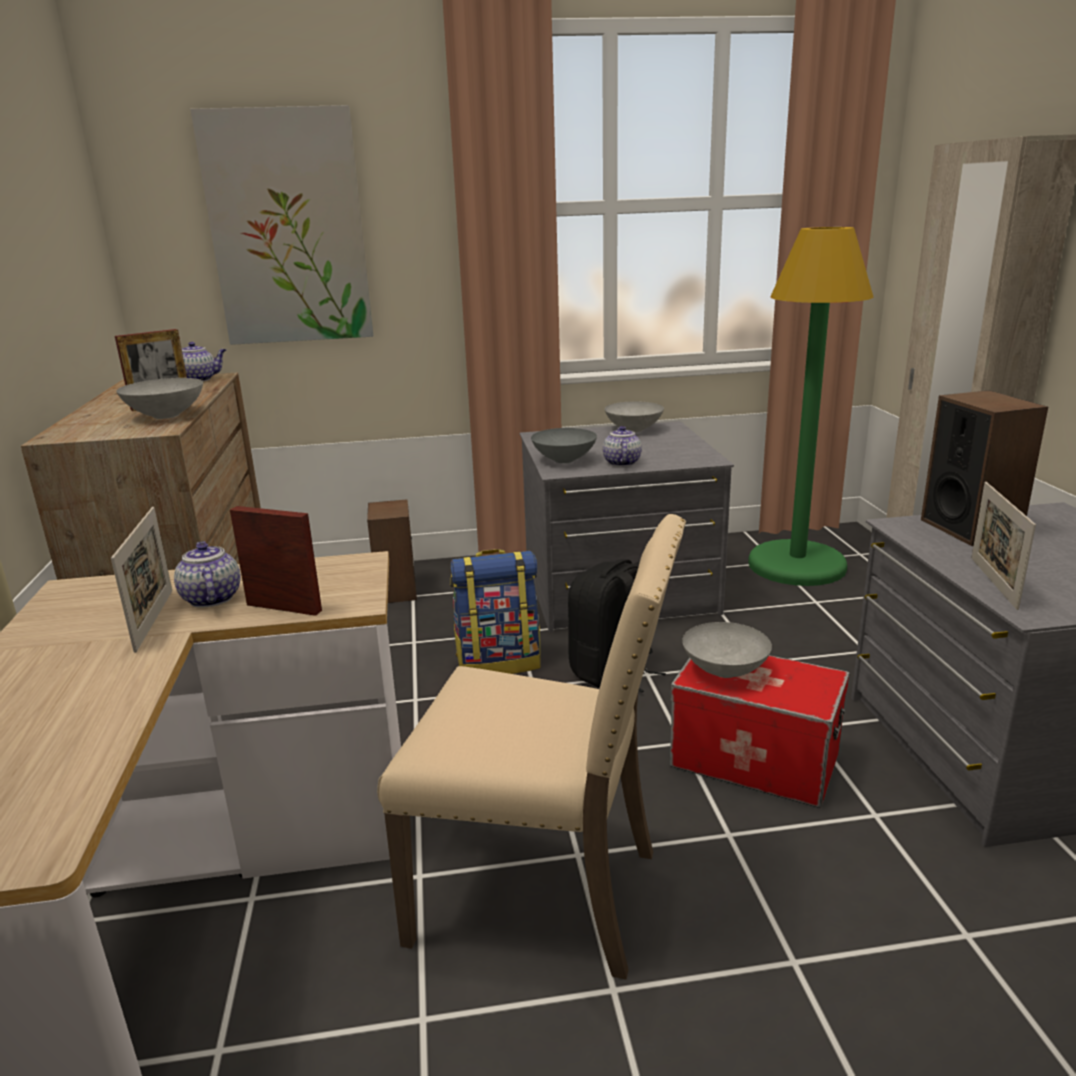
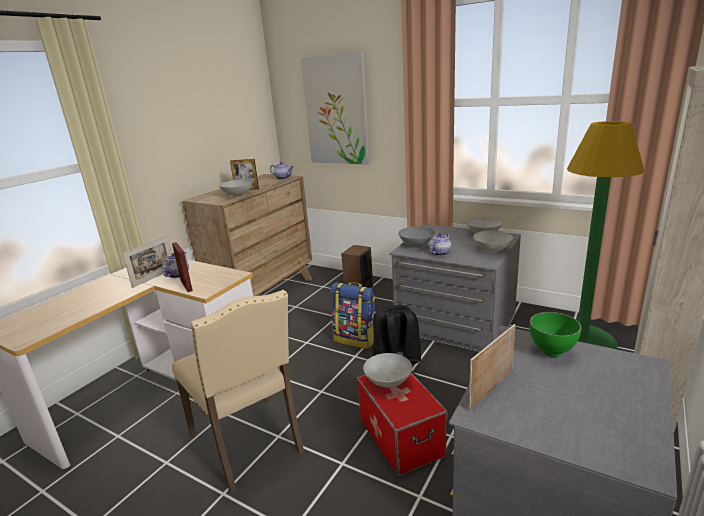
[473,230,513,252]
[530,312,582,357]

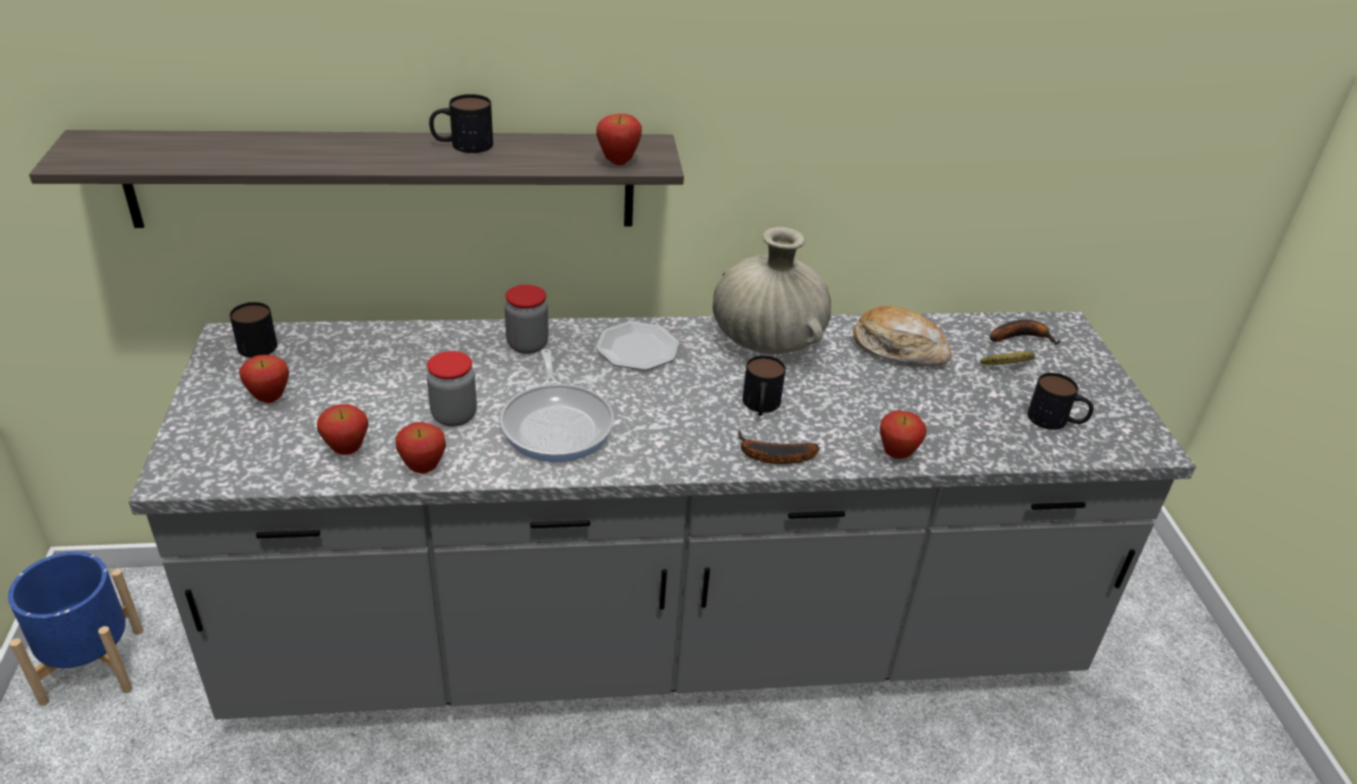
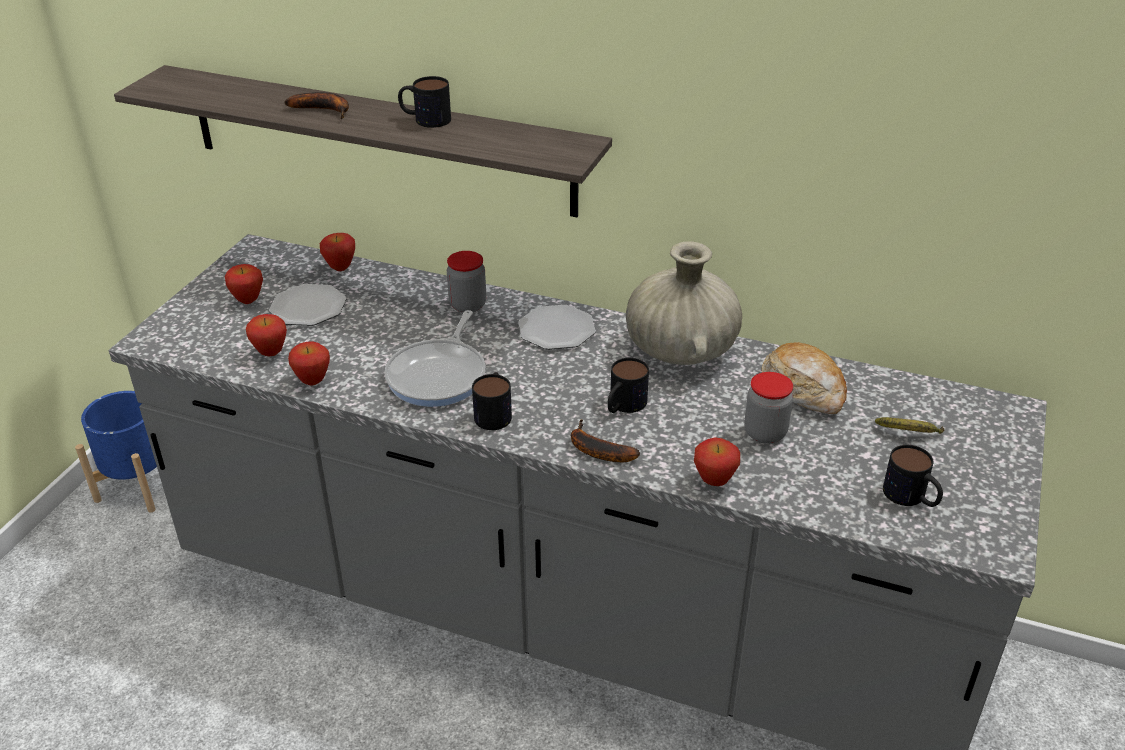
[269,284,347,326]
[472,372,512,430]
[744,372,793,444]
[320,233,355,271]
[284,92,349,119]

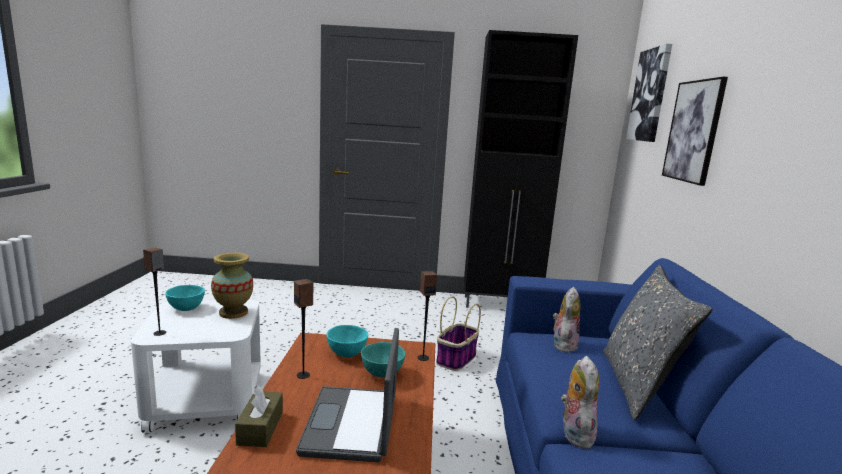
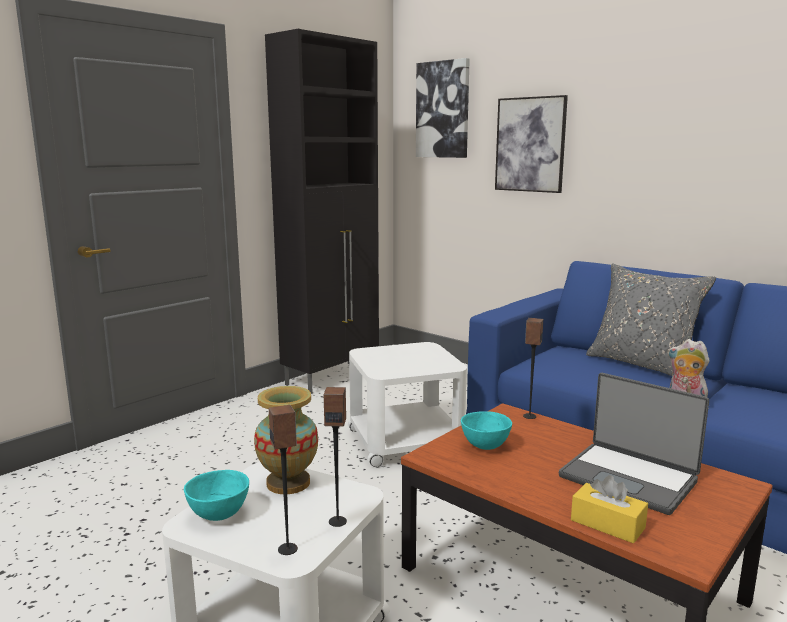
[361,342,406,377] (first image)
[553,287,580,352] (first image)
[324,387,347,527]
[348,342,467,467]
[571,475,648,543]

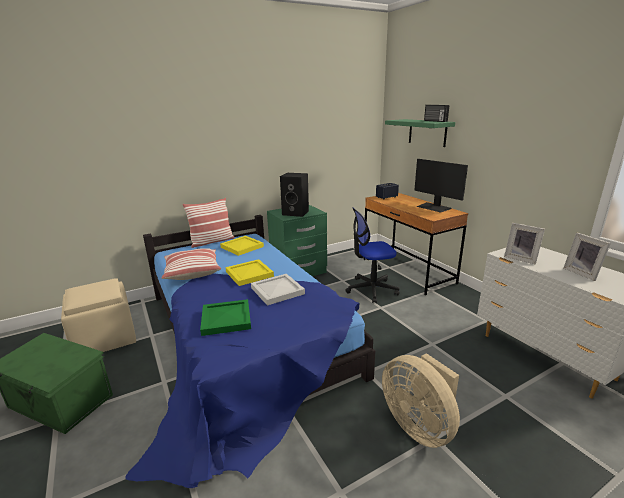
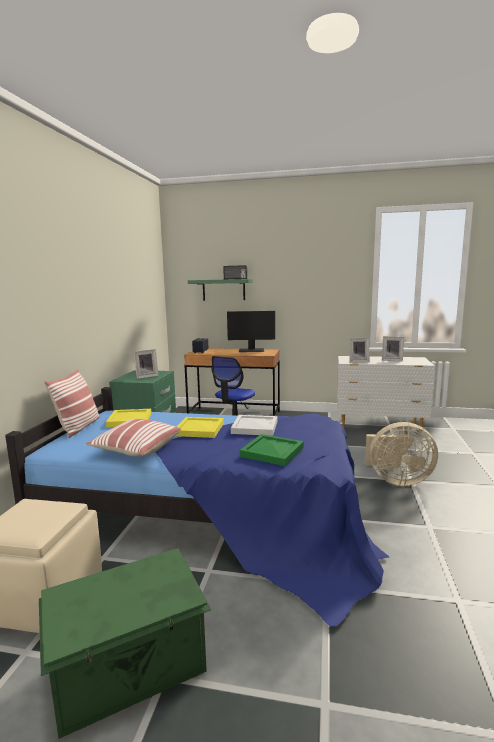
[134,349,159,379]

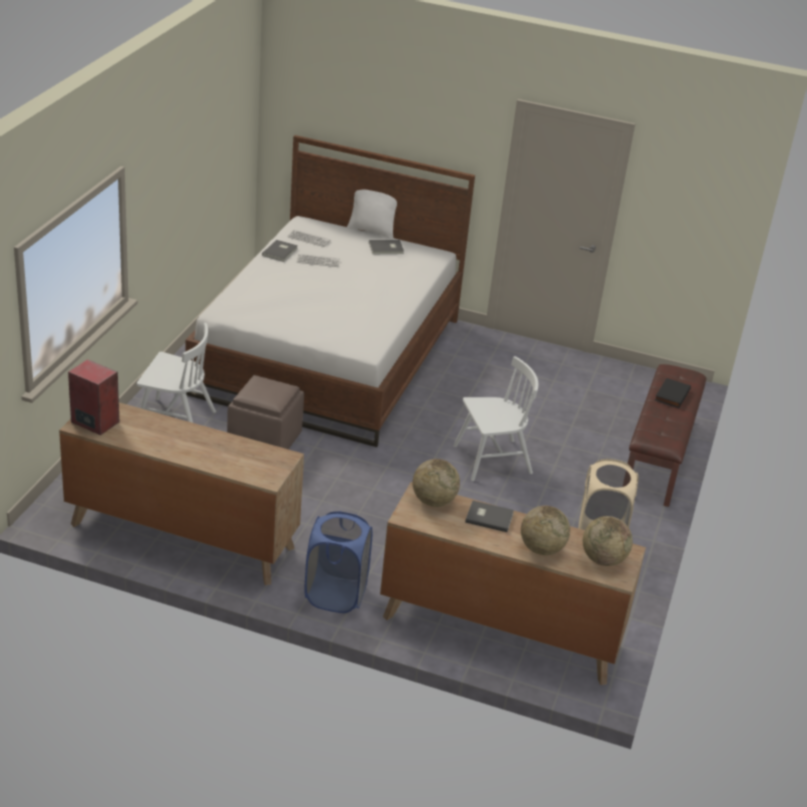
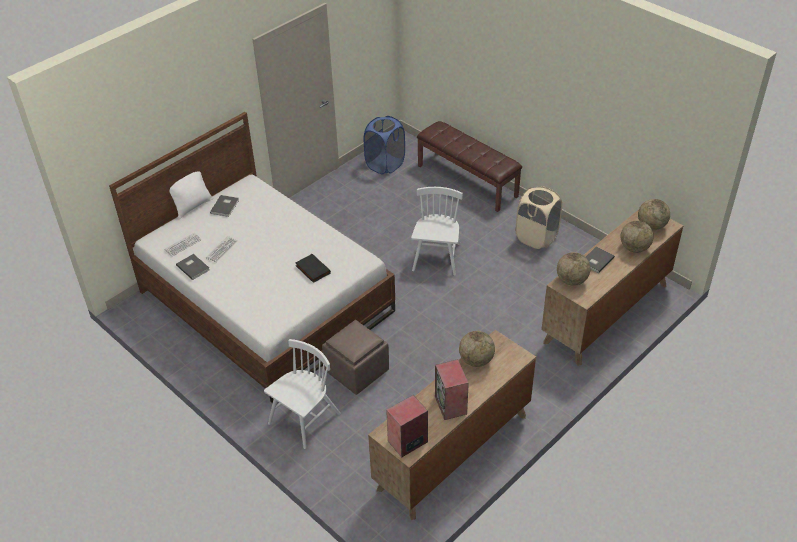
[435,359,469,420]
[459,331,495,367]
[364,116,405,175]
[296,254,331,283]

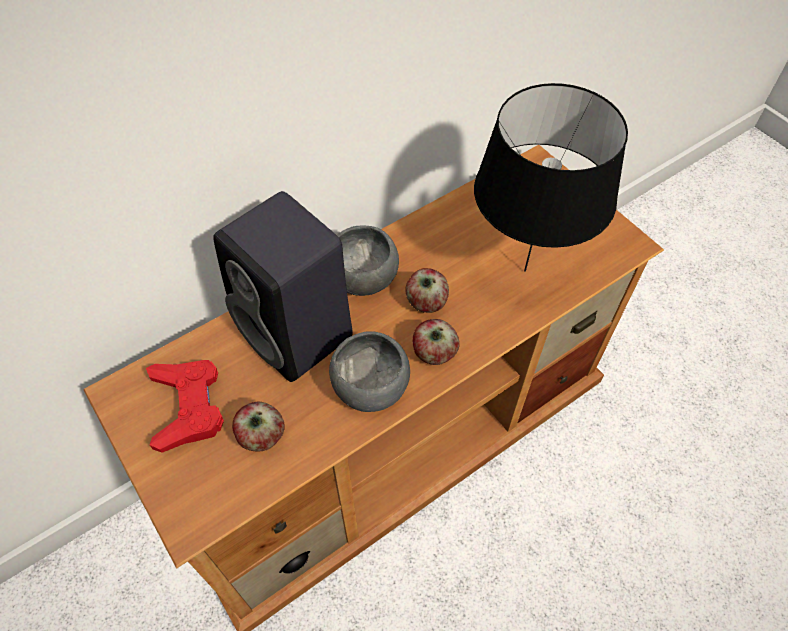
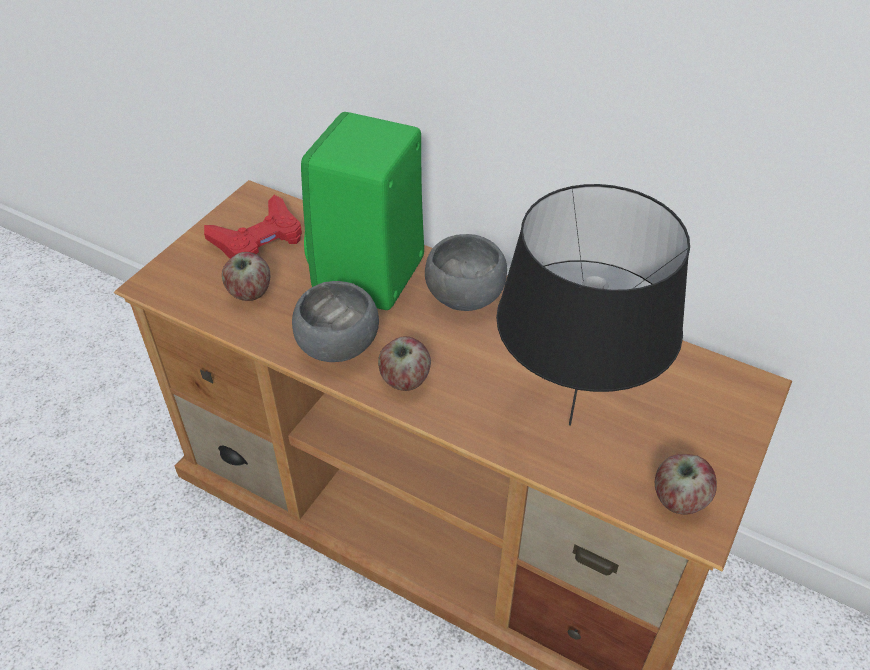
[655,454,717,515]
[301,112,424,310]

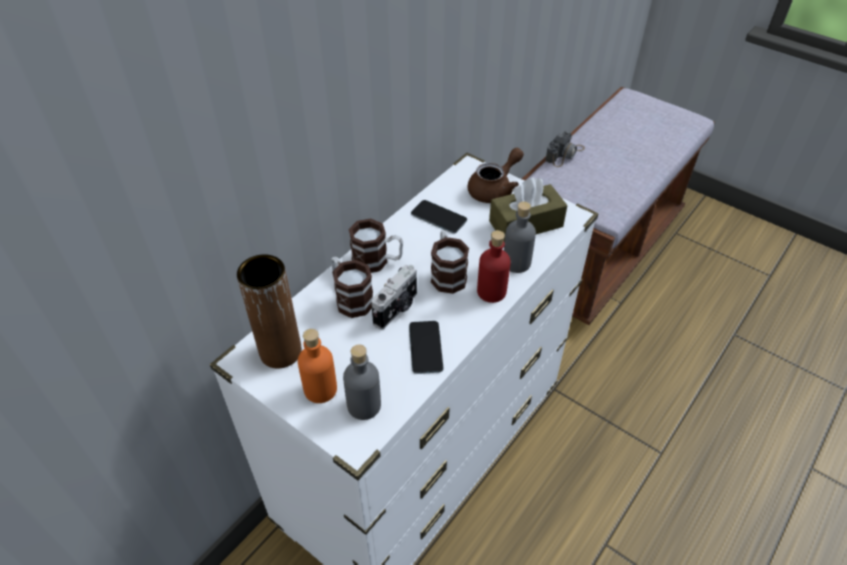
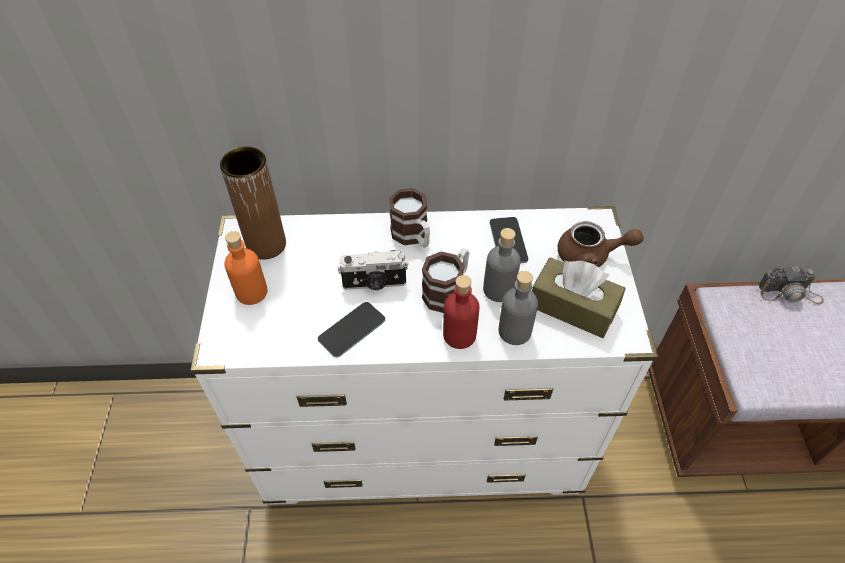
[331,257,373,318] (first image)
[483,228,521,302]

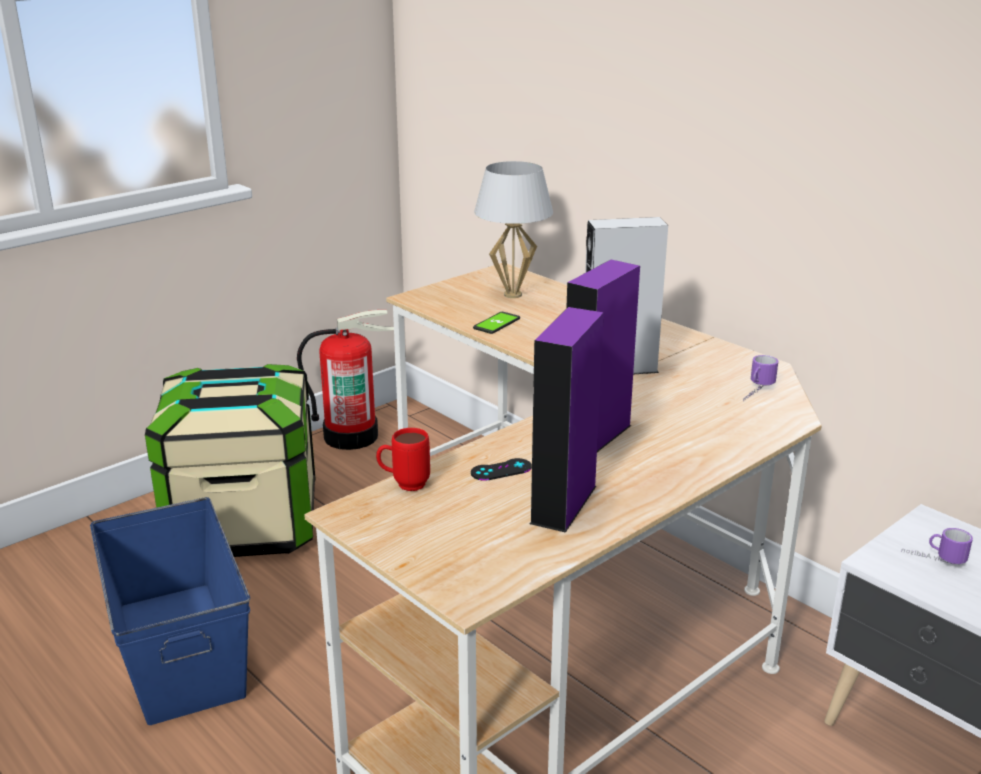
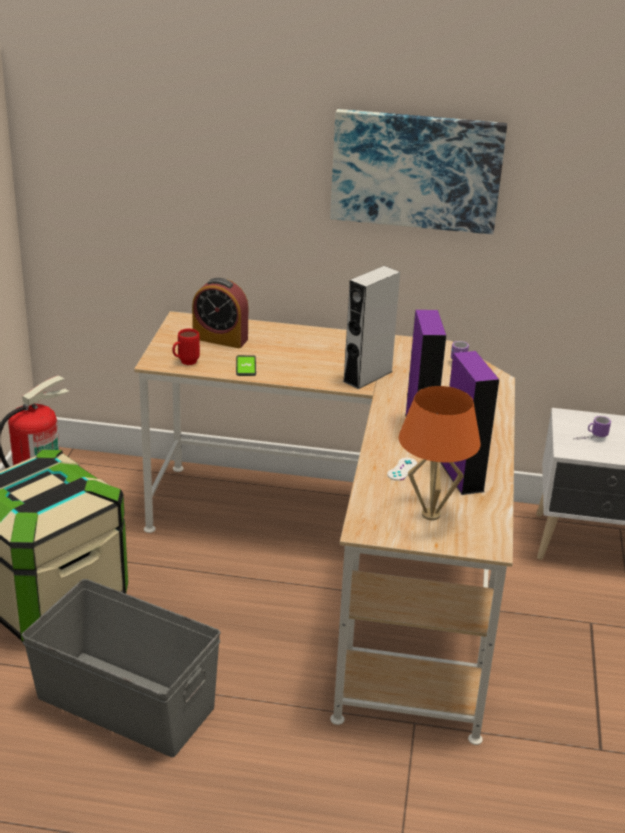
[330,109,507,235]
[399,386,481,520]
[172,329,200,365]
[192,278,248,348]
[22,579,221,757]
[387,458,417,481]

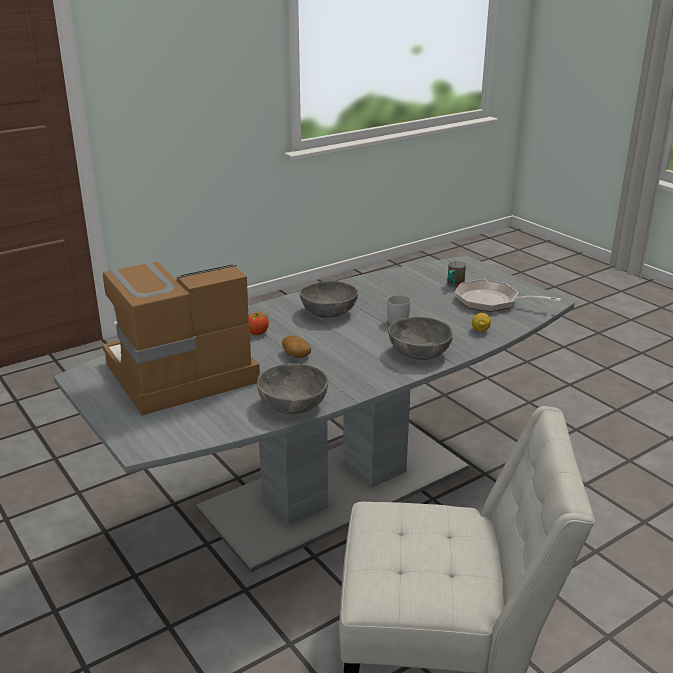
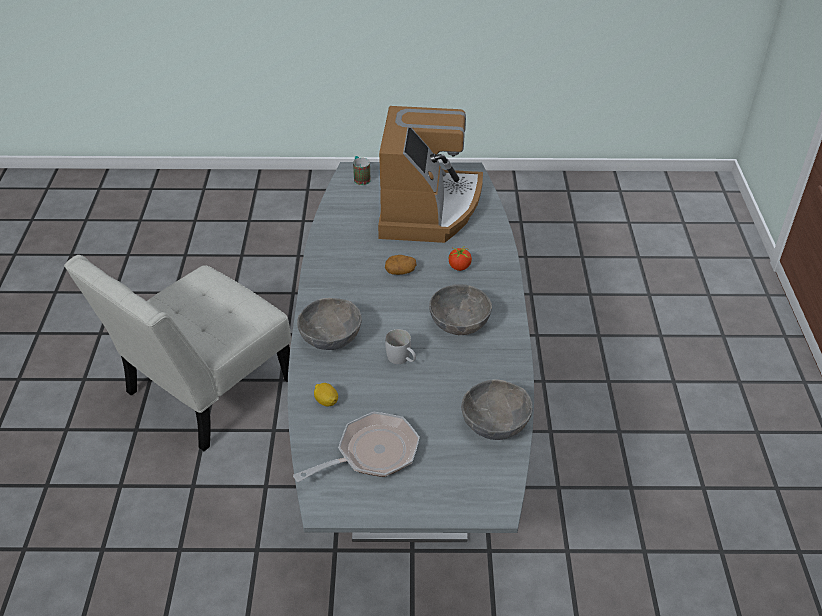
[461,379,533,440]
[353,156,371,185]

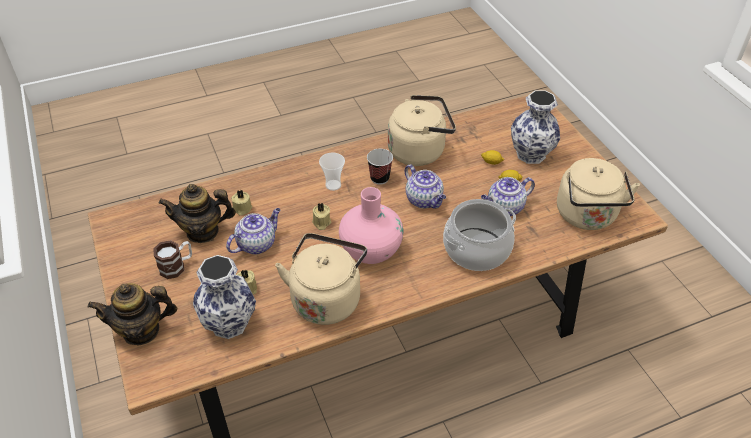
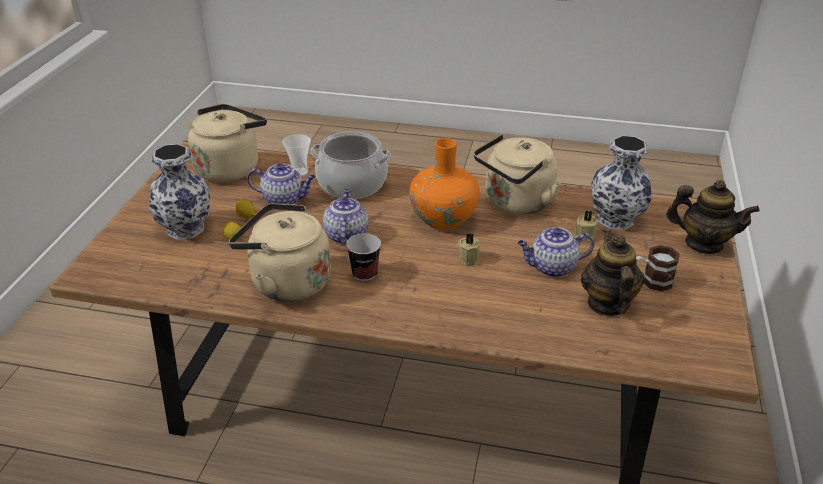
[231,190,252,216] (first image)
[283,134,311,177]
[409,138,480,229]
[581,230,644,316]

